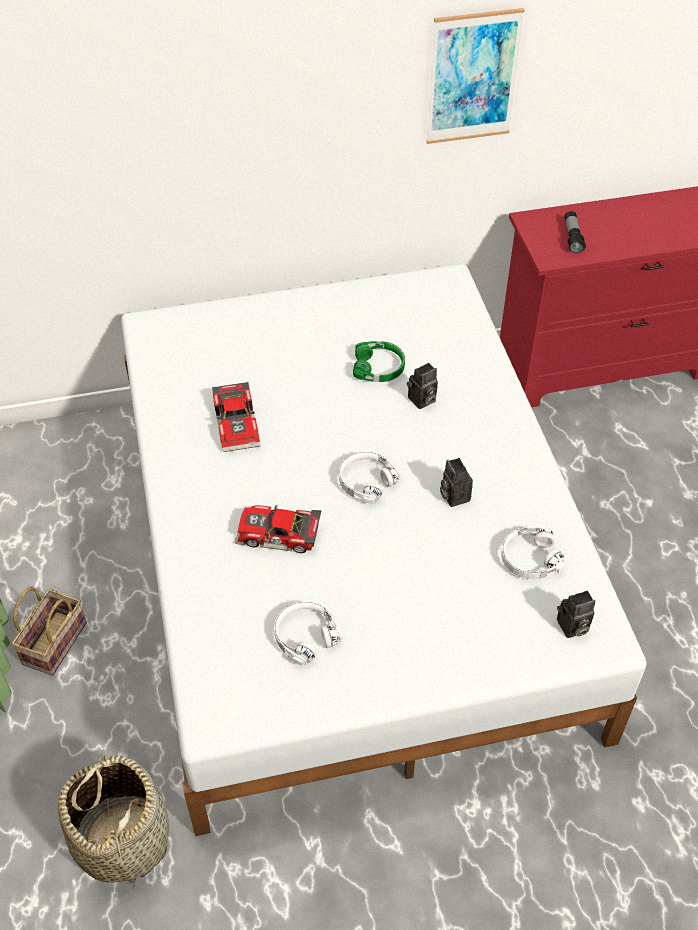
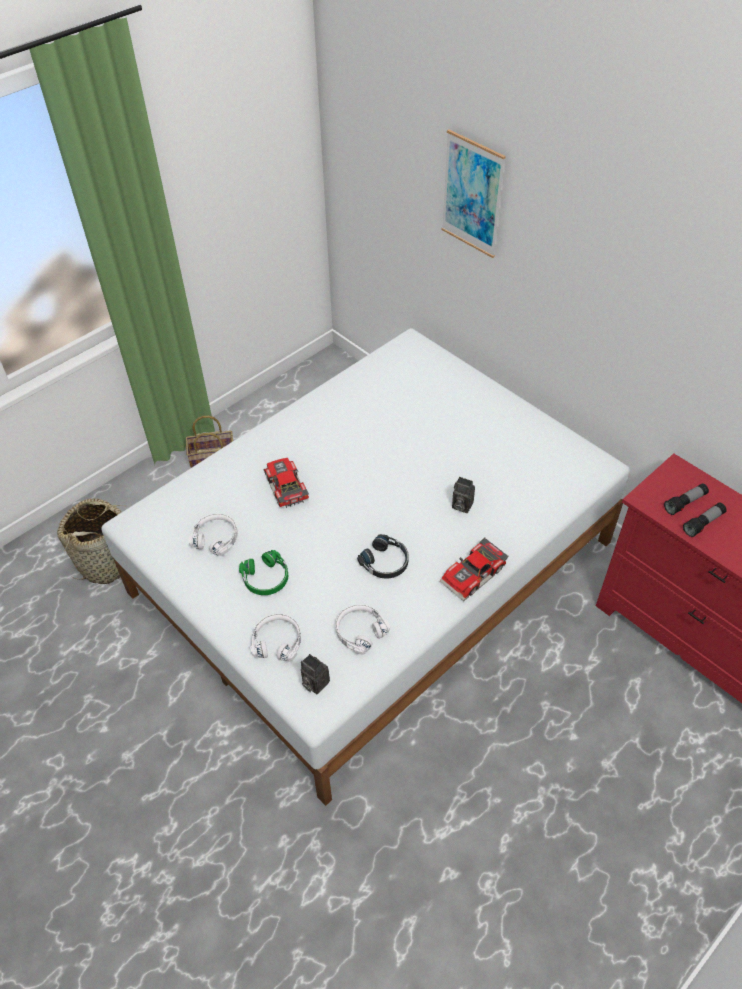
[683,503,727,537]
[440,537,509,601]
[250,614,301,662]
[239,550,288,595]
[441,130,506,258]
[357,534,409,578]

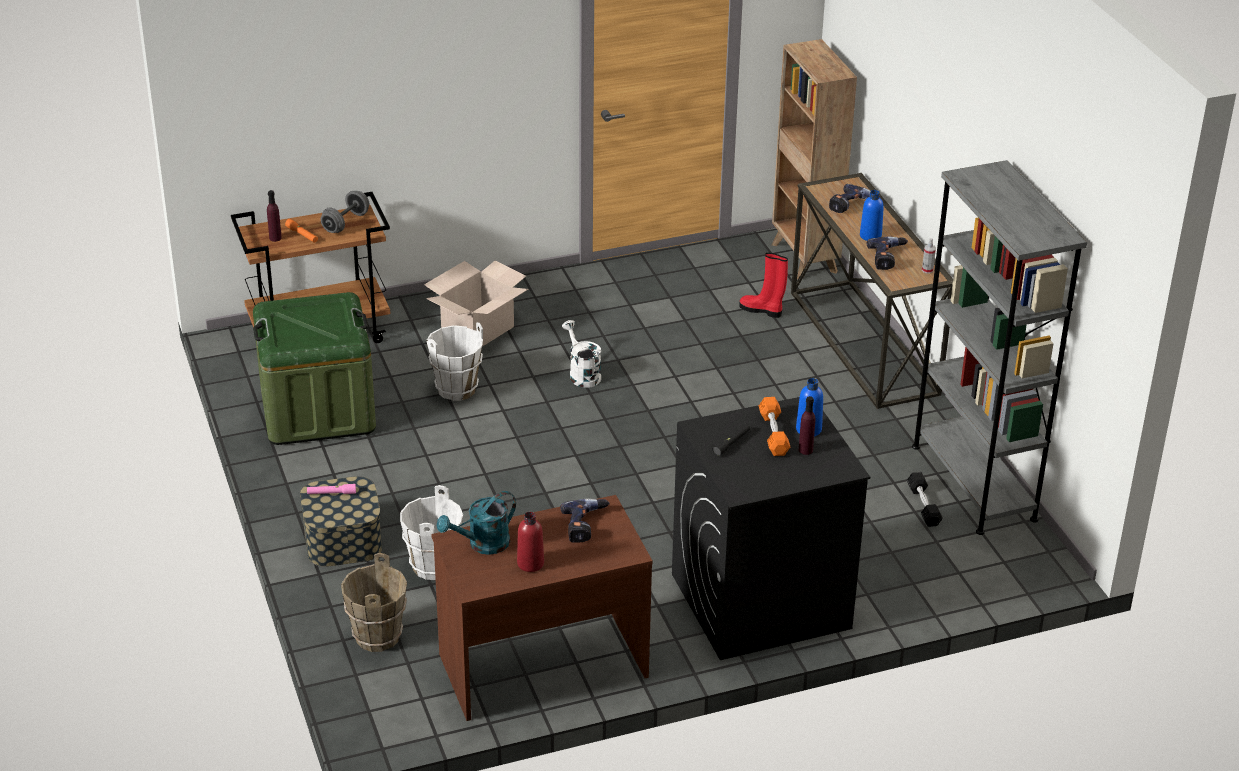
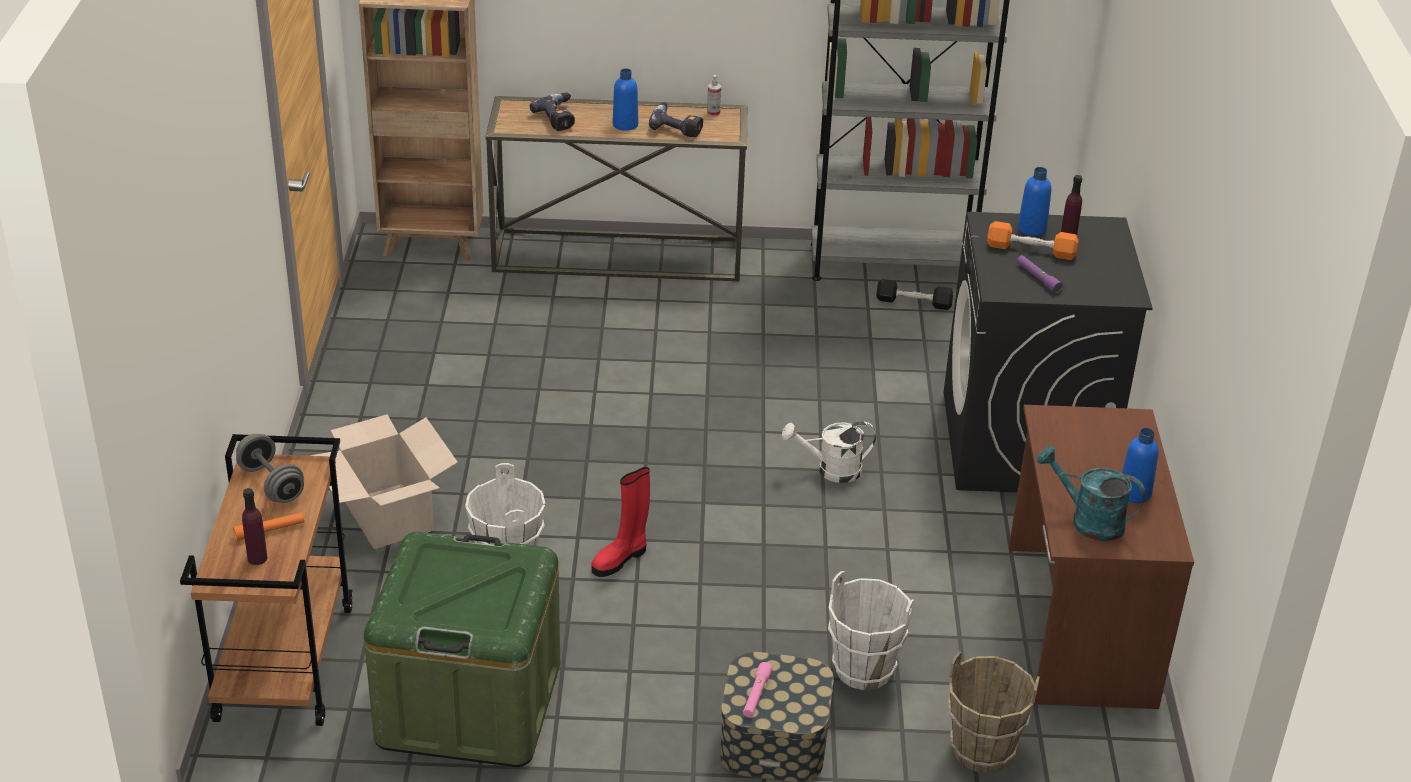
[560,499,609,543] (first image)
[782,421,876,483]
[592,467,650,577]
[1122,428,1159,503]
[1017,255,1063,293]
[1037,446,1146,541]

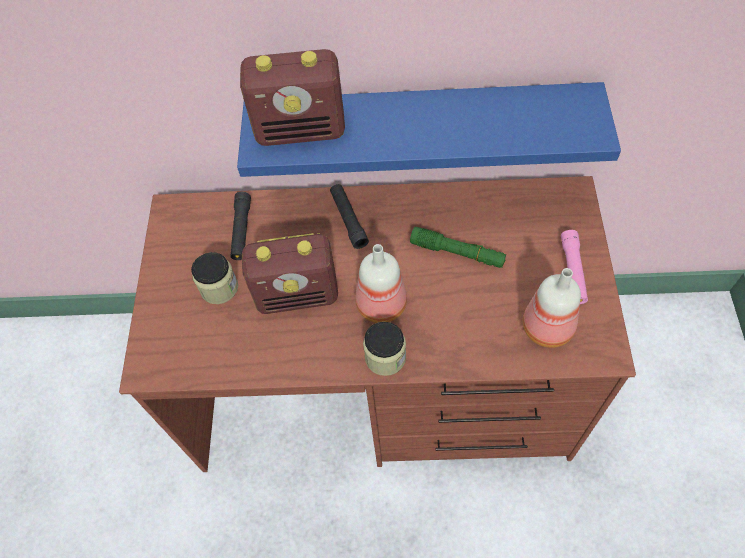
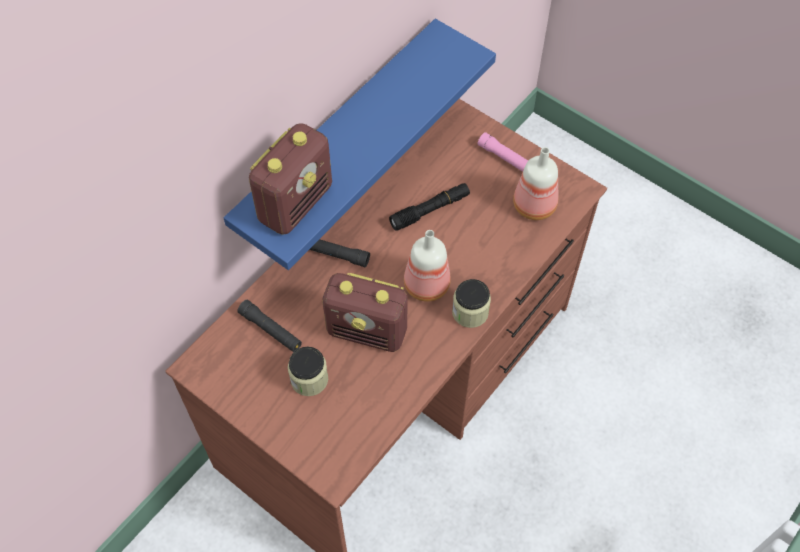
[389,183,470,231]
[322,273,408,352]

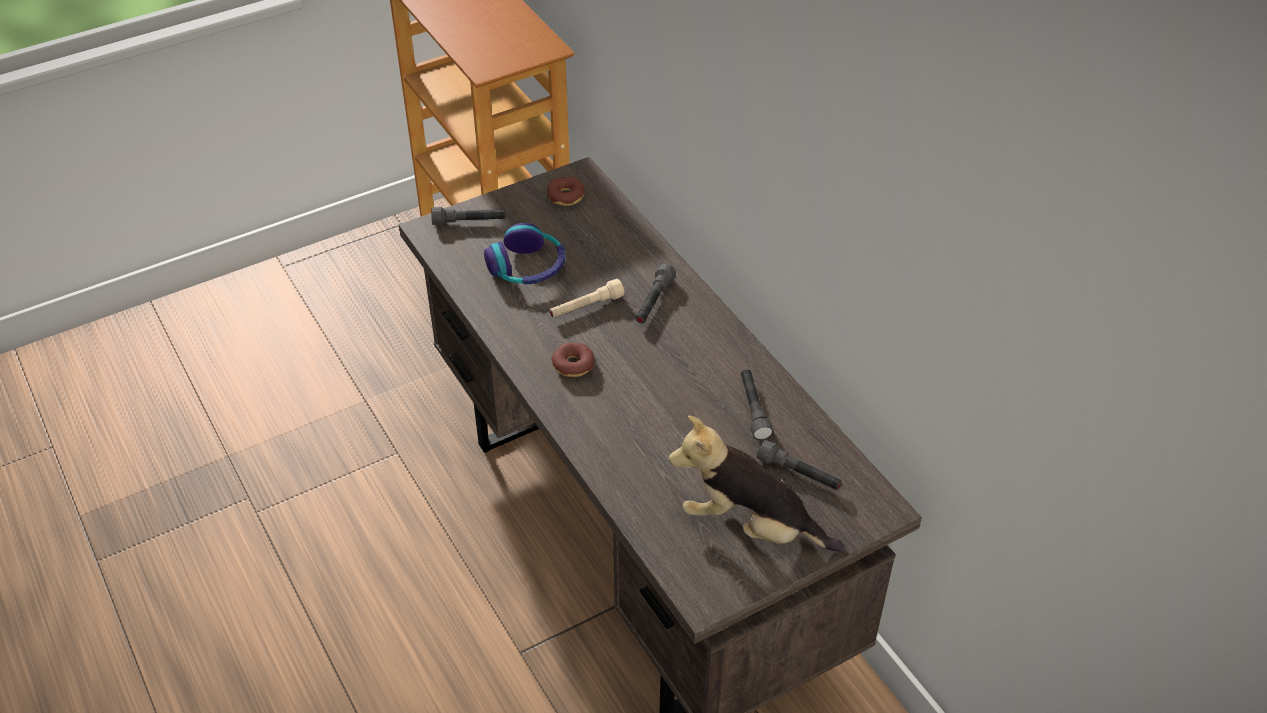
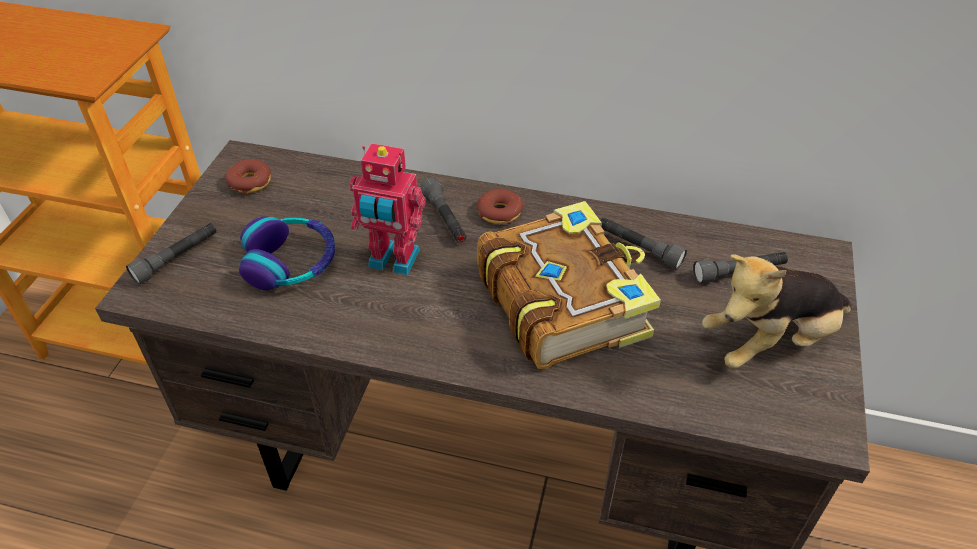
[477,201,661,369]
[477,189,523,224]
[350,143,426,275]

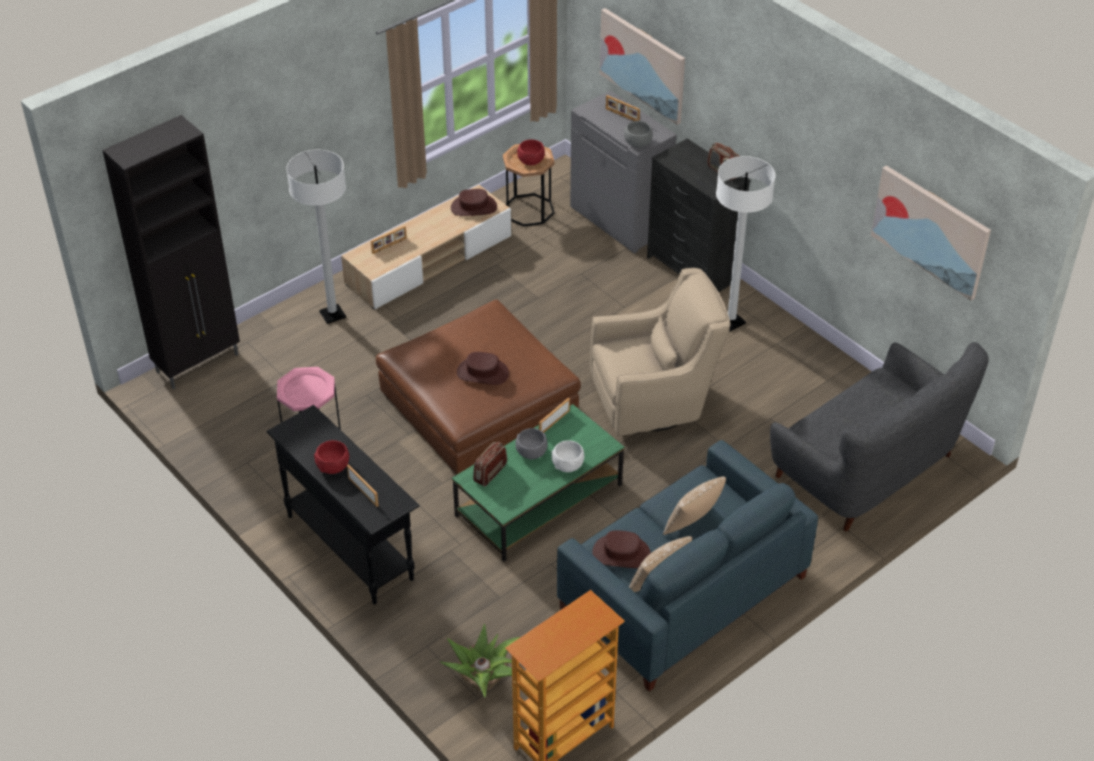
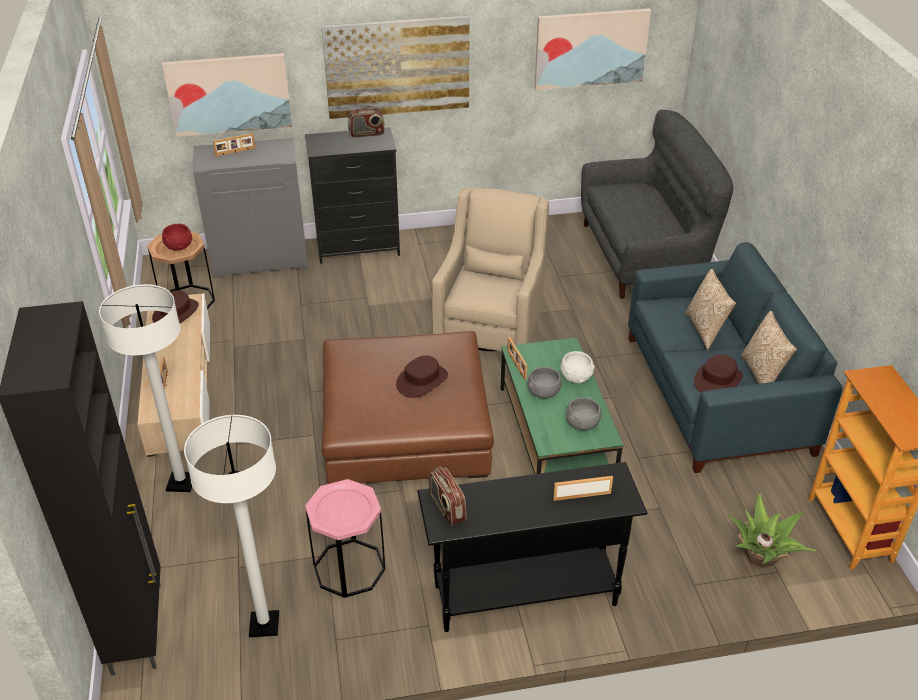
[314,440,349,474] (first image)
[321,15,470,119]
[429,467,467,526]
[566,397,602,431]
[184,415,279,637]

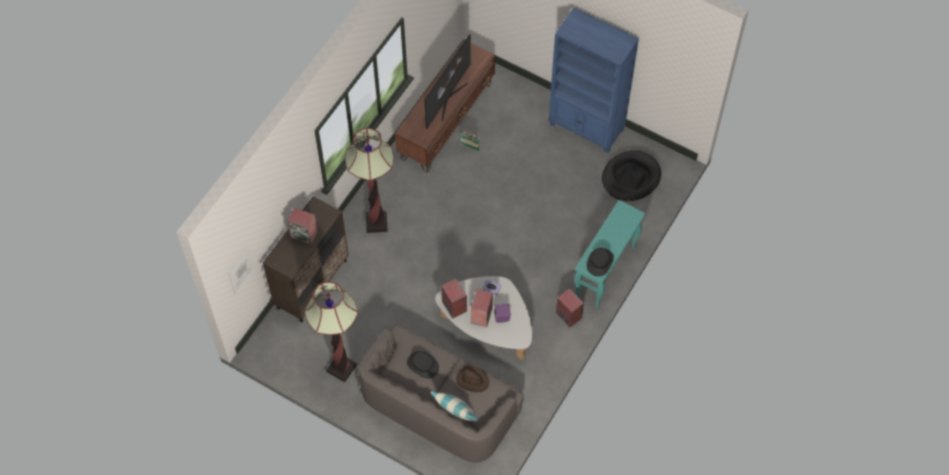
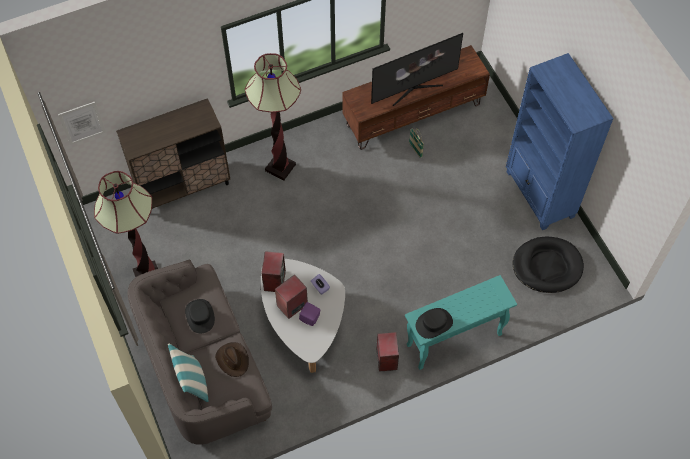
[287,208,318,246] (first image)

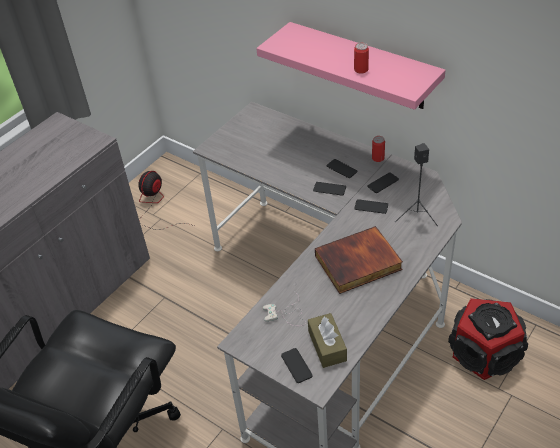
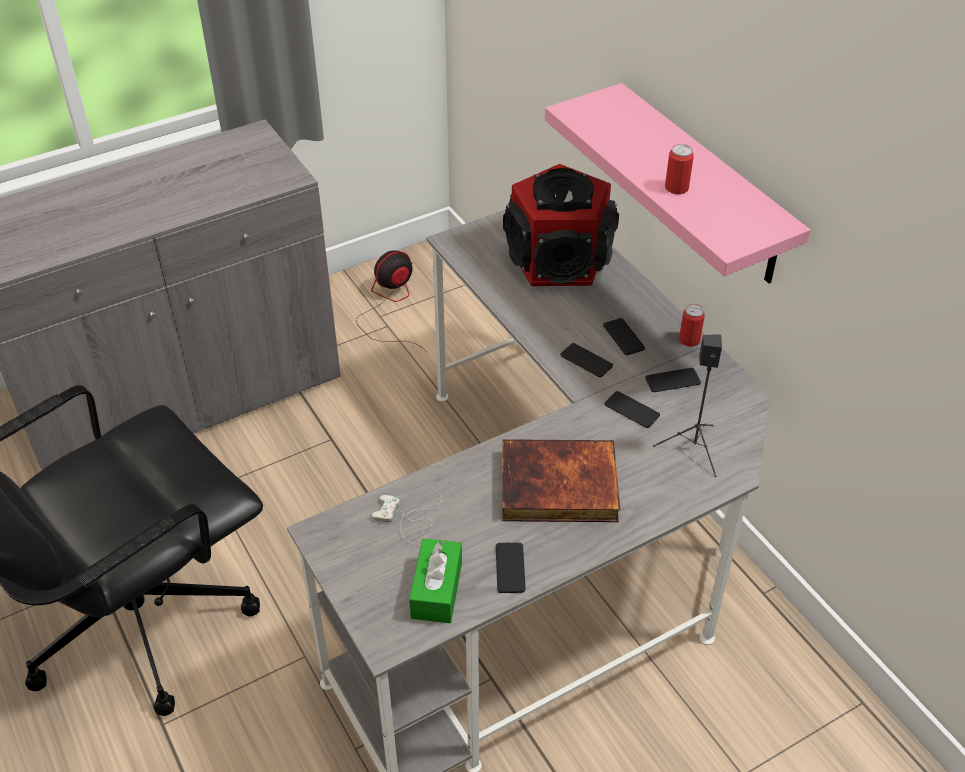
[496,542,526,593]
[503,164,619,286]
[409,538,462,623]

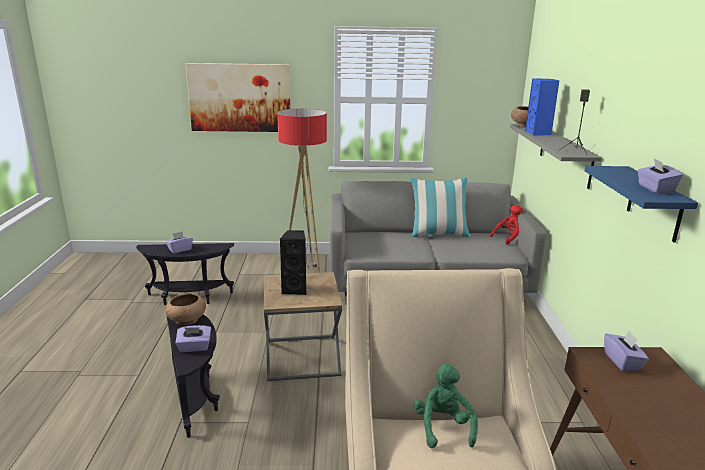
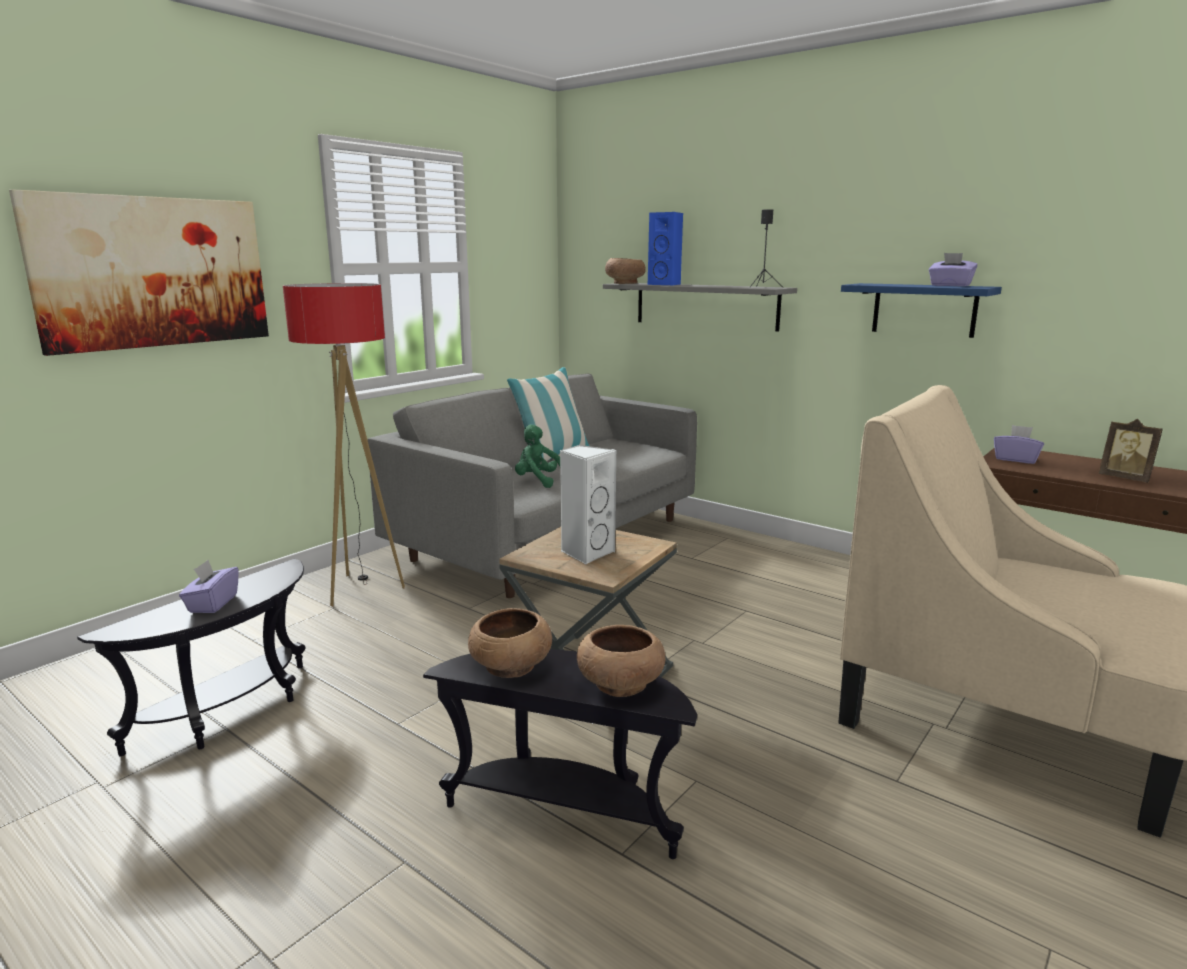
[490,205,523,245] (first image)
[1098,419,1163,483]
[515,424,560,488]
[577,625,665,697]
[560,445,616,565]

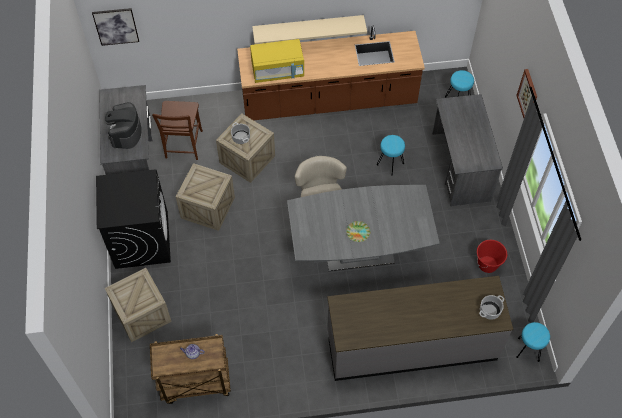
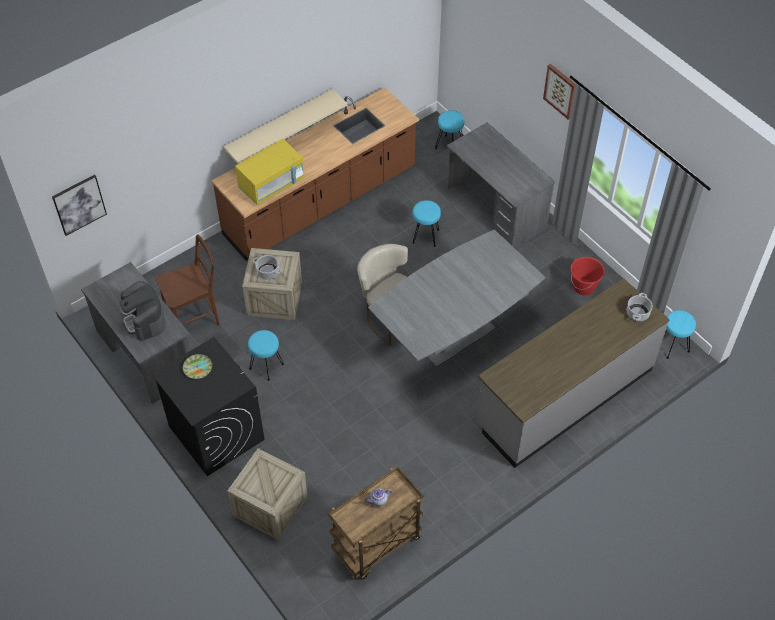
[183,354,212,379]
[248,330,284,381]
[155,234,220,325]

